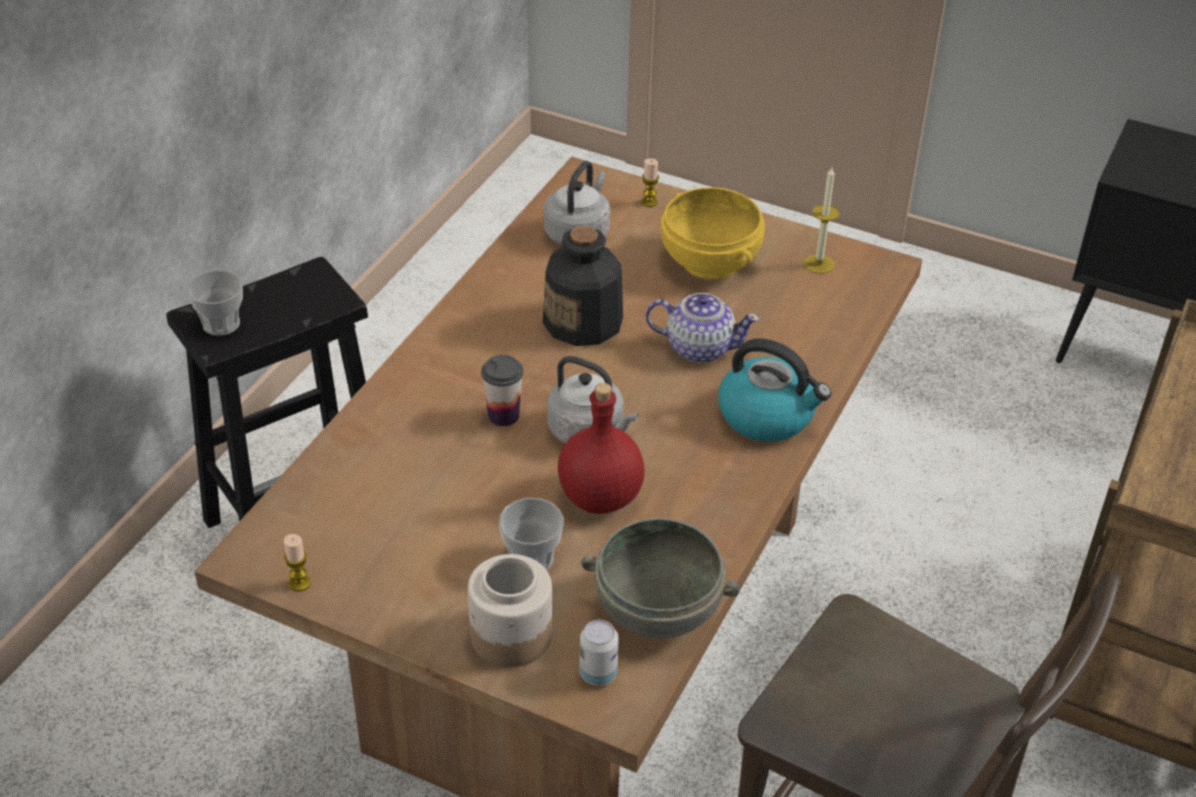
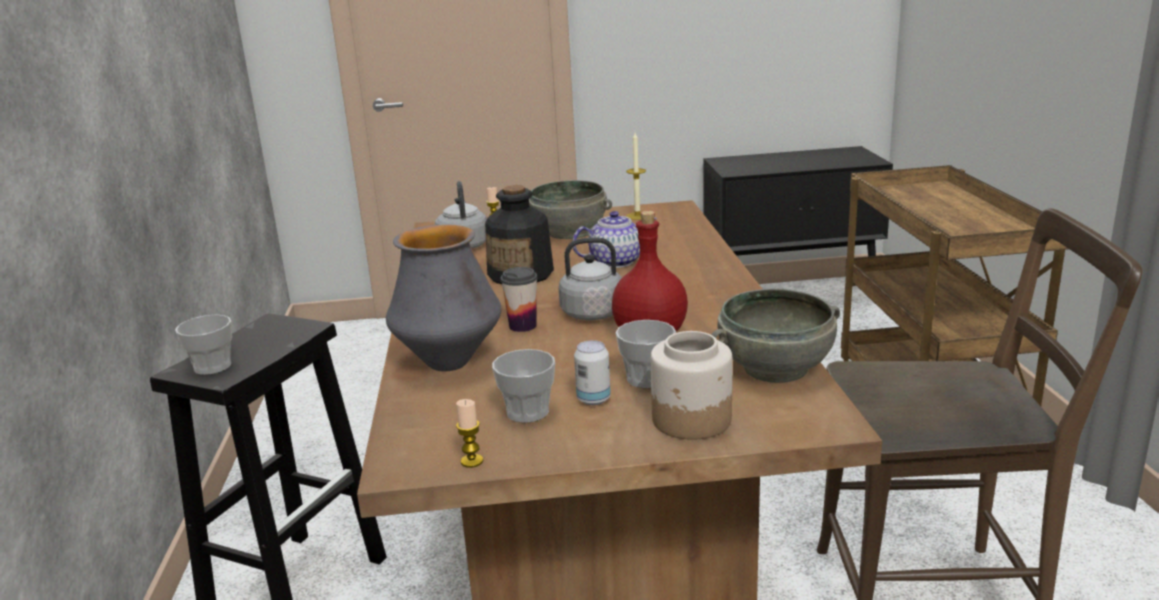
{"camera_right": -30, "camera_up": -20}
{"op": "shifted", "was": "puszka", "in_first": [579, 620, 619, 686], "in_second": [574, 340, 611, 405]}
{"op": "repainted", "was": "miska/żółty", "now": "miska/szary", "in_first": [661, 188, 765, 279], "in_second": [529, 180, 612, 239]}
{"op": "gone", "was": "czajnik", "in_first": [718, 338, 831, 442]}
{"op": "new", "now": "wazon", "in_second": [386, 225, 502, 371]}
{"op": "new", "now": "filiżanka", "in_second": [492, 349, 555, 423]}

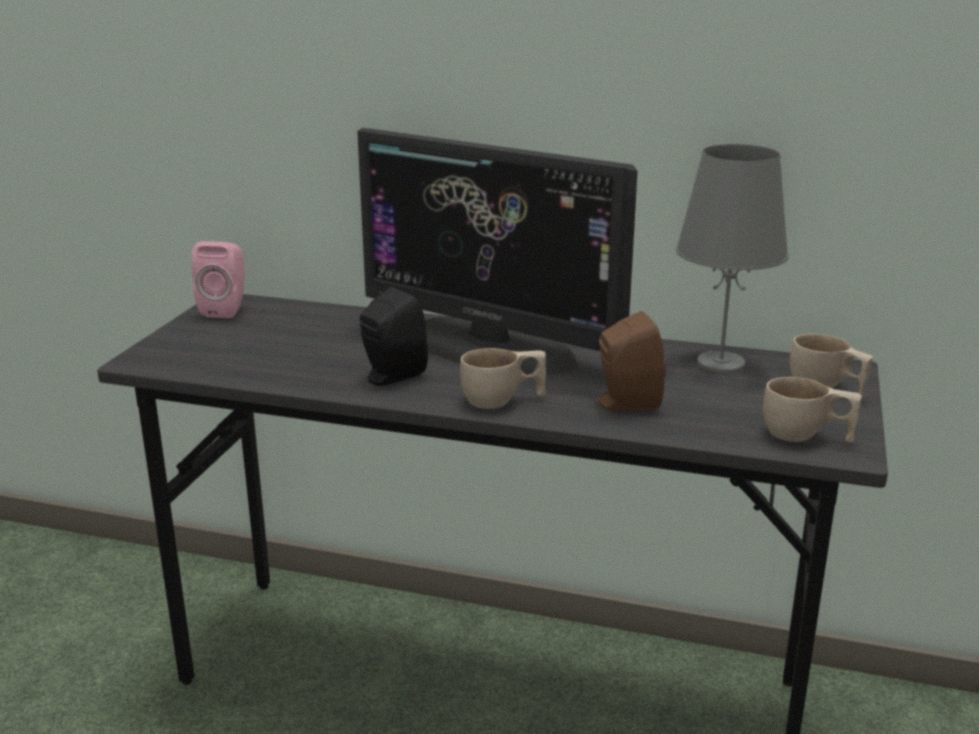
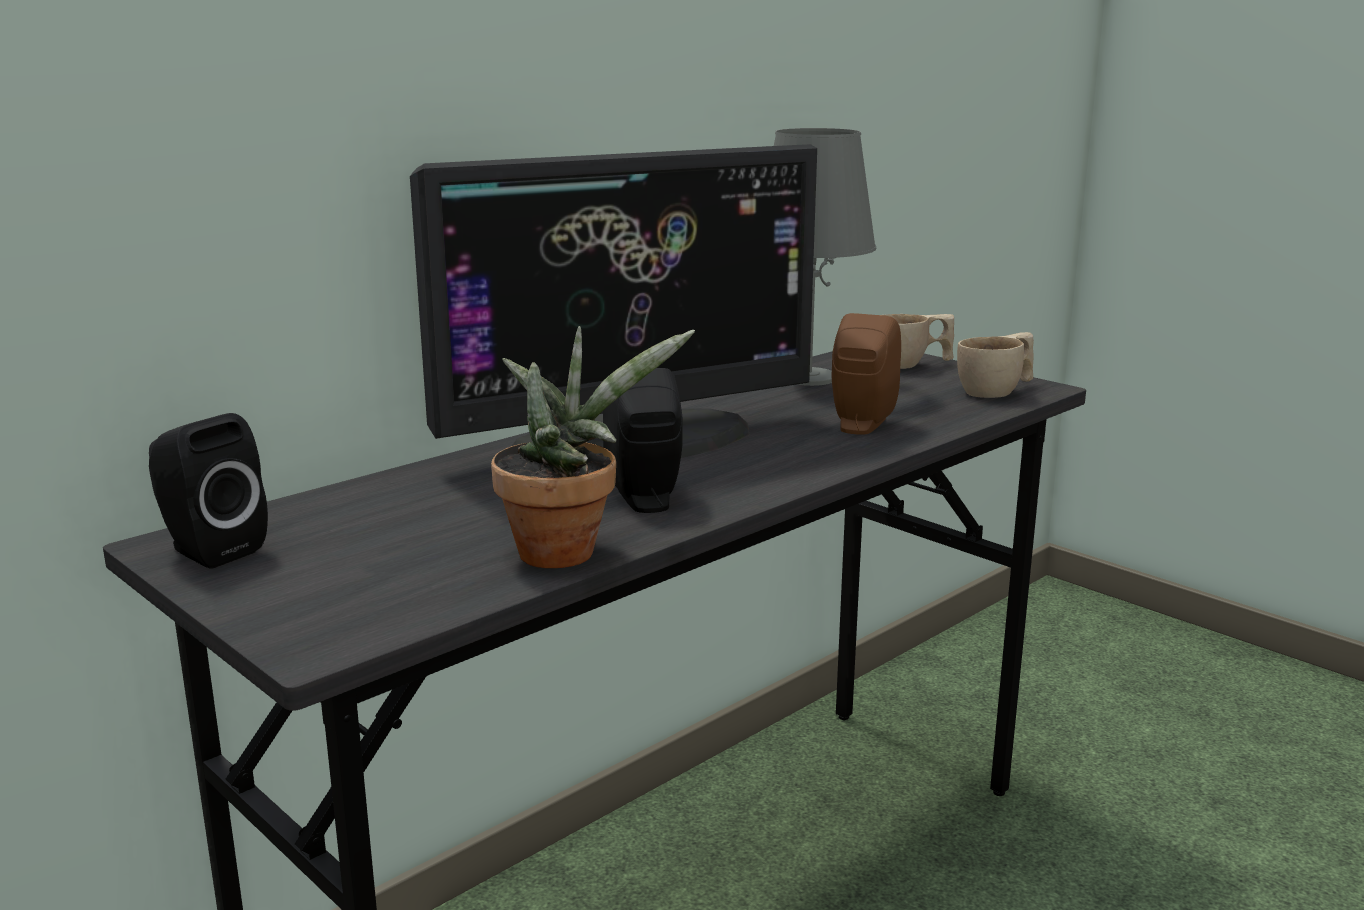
{"camera_right": -60, "camera_up": -5}
{"op": "repainted", "was": "głośnik/różowy", "now": "głośnik/czarny", "in_first": [191, 241, 245, 318], "in_second": [149, 413, 268, 569]}
{"op": "gone", "was": "filiżanka/beżowy", "in_first": [460, 348, 546, 409]}
{"op": "new", "now": "roślina doniczkowa", "in_second": [491, 326, 695, 568]}

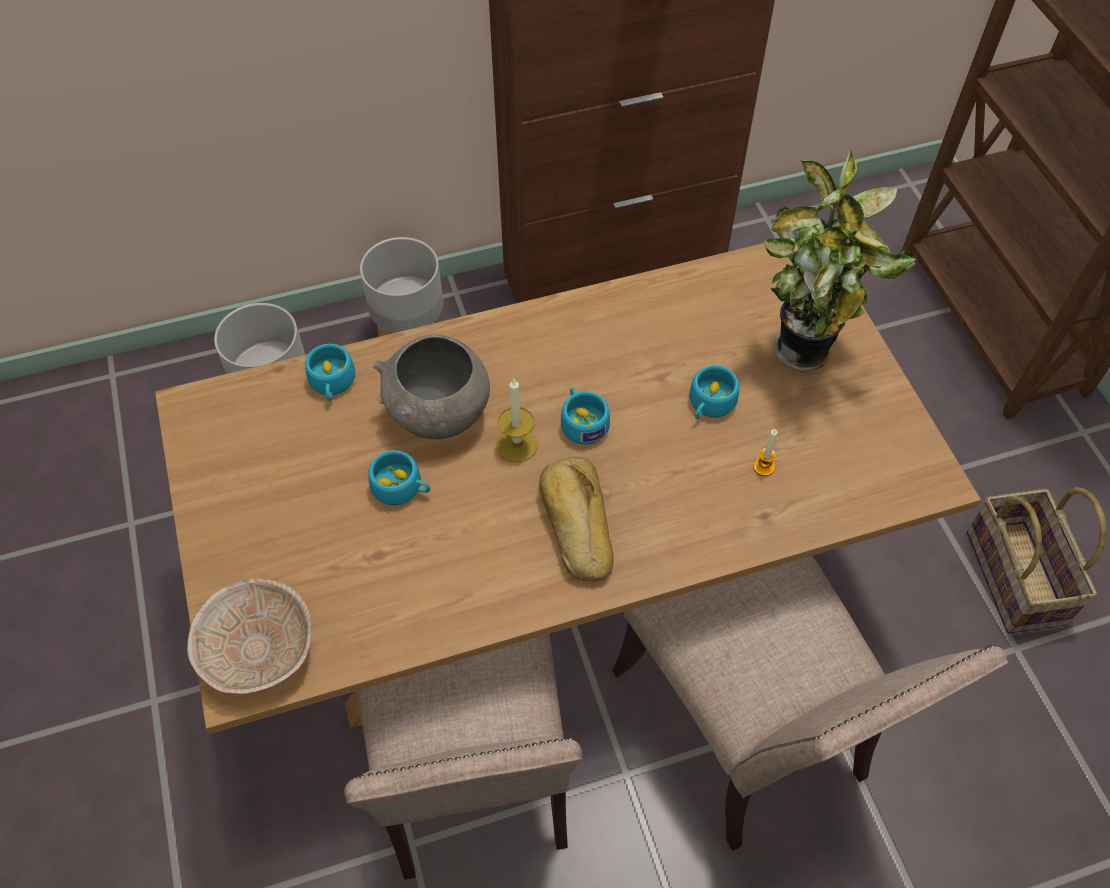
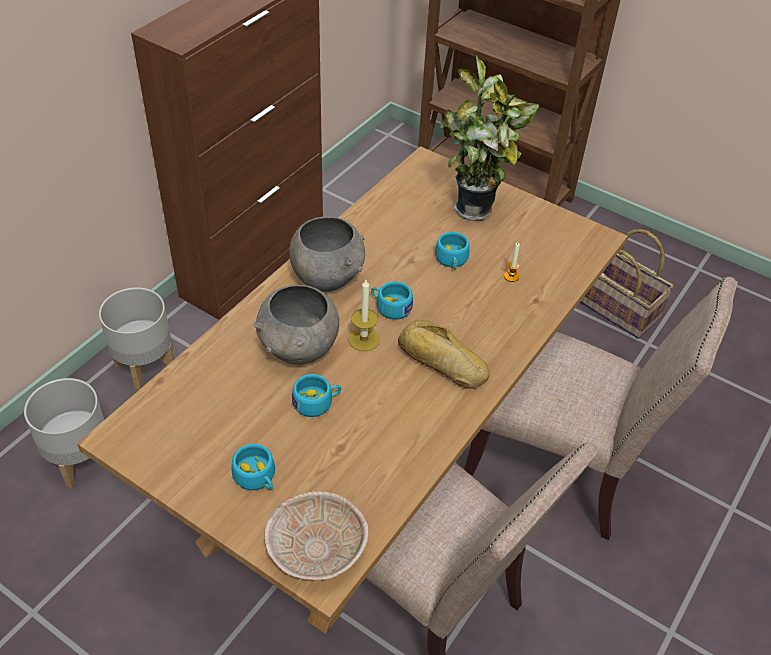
{"camera_right": -40, "camera_up": -10}
{"op": "shifted", "was": "filiżanka/turkusowy", "in_first": [305, 344, 355, 401], "in_second": [232, 444, 275, 490]}
{"op": "new", "now": "miska/szary", "in_second": [289, 217, 365, 292]}

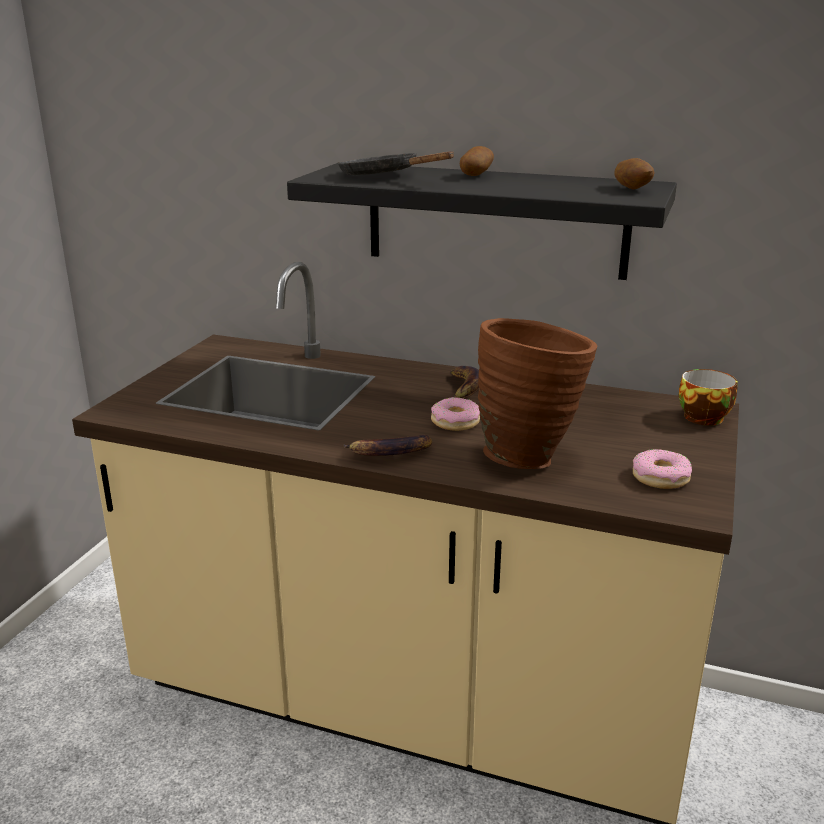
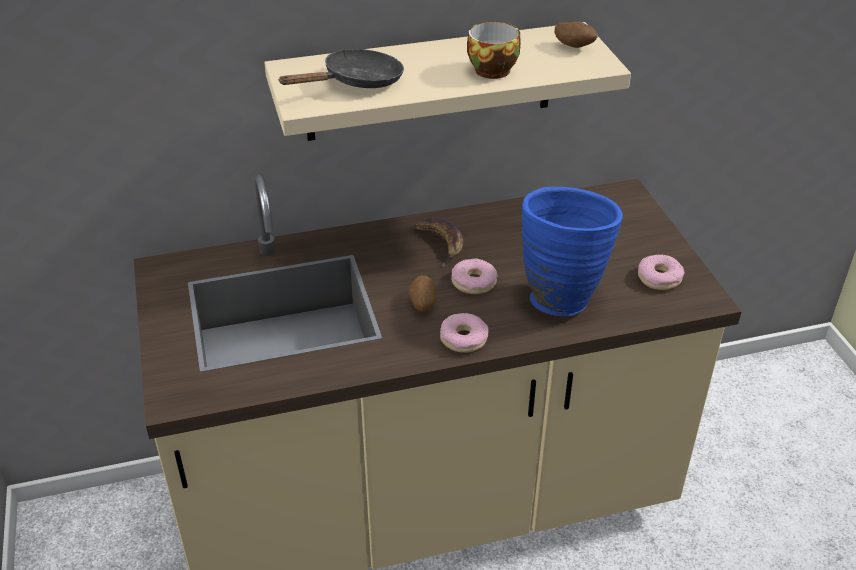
{"camera_right": -35, "camera_up": 15}
{"op": "repainted", "was": "półka/czarny", "now": "półka/beżowy", "in_first": [287, 162, 677, 280], "in_second": [264, 22, 631, 141]}
{"op": "rotated", "was": "patelnia/czarny", "in_first": [338, 151, 455, 175], "in_second": [278, 49, 404, 88], "clockwise": 135}
{"op": "swapped", "was": "banan", "now": "donut", "in_first": [343, 435, 432, 456], "in_second": [440, 313, 489, 353]}
{"op": "shifted", "was": "ziemniak", "in_first": [460, 146, 494, 176], "in_second": [409, 275, 436, 312]}
{"op": "repainted", "was": "wazon/brązowy", "now": "wazon/niebieski", "in_first": [478, 318, 597, 469], "in_second": [522, 187, 623, 316]}
{"op": "shifted", "was": "filiżanka", "in_first": [679, 369, 738, 426], "in_second": [467, 21, 521, 79]}

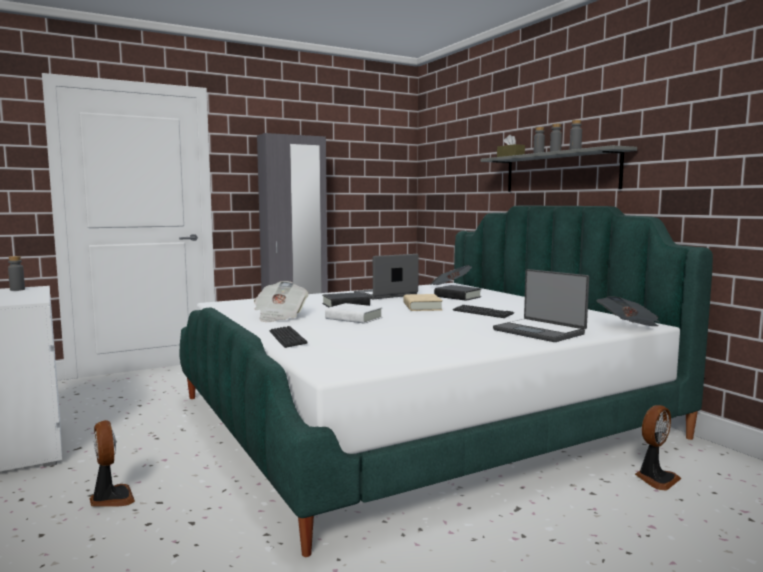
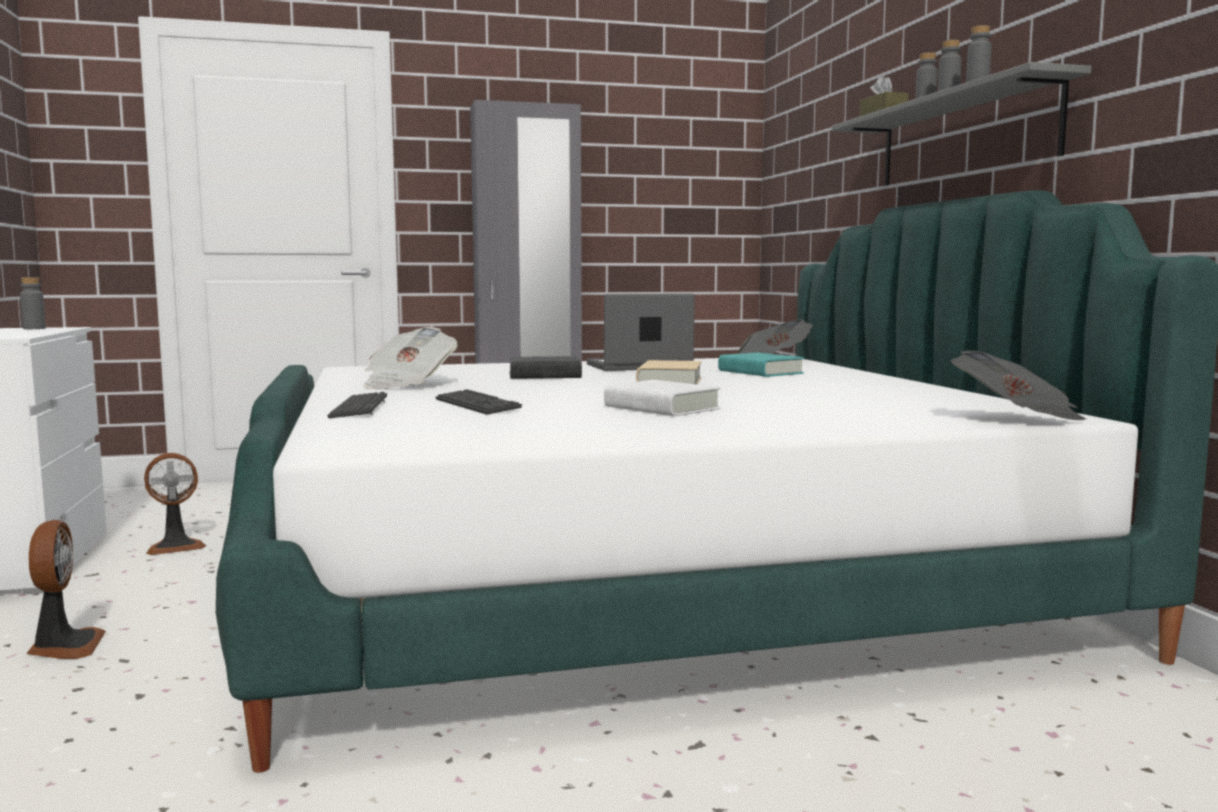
{"camera_right": 15, "camera_up": 0}
{"op": "shifted", "was": "książka/biały", "in_first": [325, 303, 383, 324], "in_second": [604, 380, 721, 416]}
{"op": "repainted", "was": "książka/czarny", "now": "książka/turkusowy", "in_first": [434, 285, 481, 301], "in_second": [718, 353, 804, 377]}
{"op": "shifted", "was": "klawiatura", "in_first": [453, 305, 514, 318], "in_second": [436, 389, 522, 415]}
{"op": "gone", "was": "laptop", "in_first": [493, 269, 589, 342]}
{"op": "shifted", "was": "wentylator", "in_first": [635, 405, 682, 491], "in_second": [144, 453, 206, 555]}

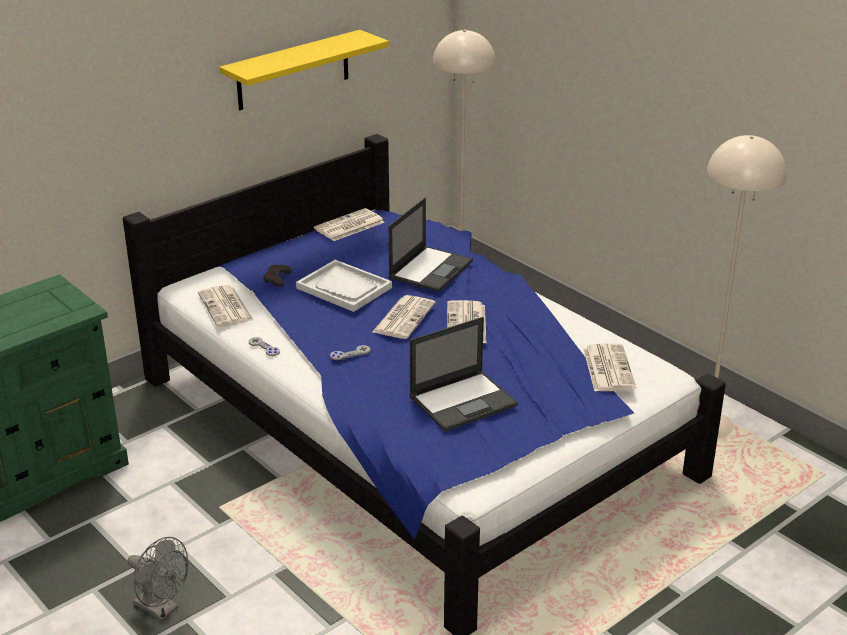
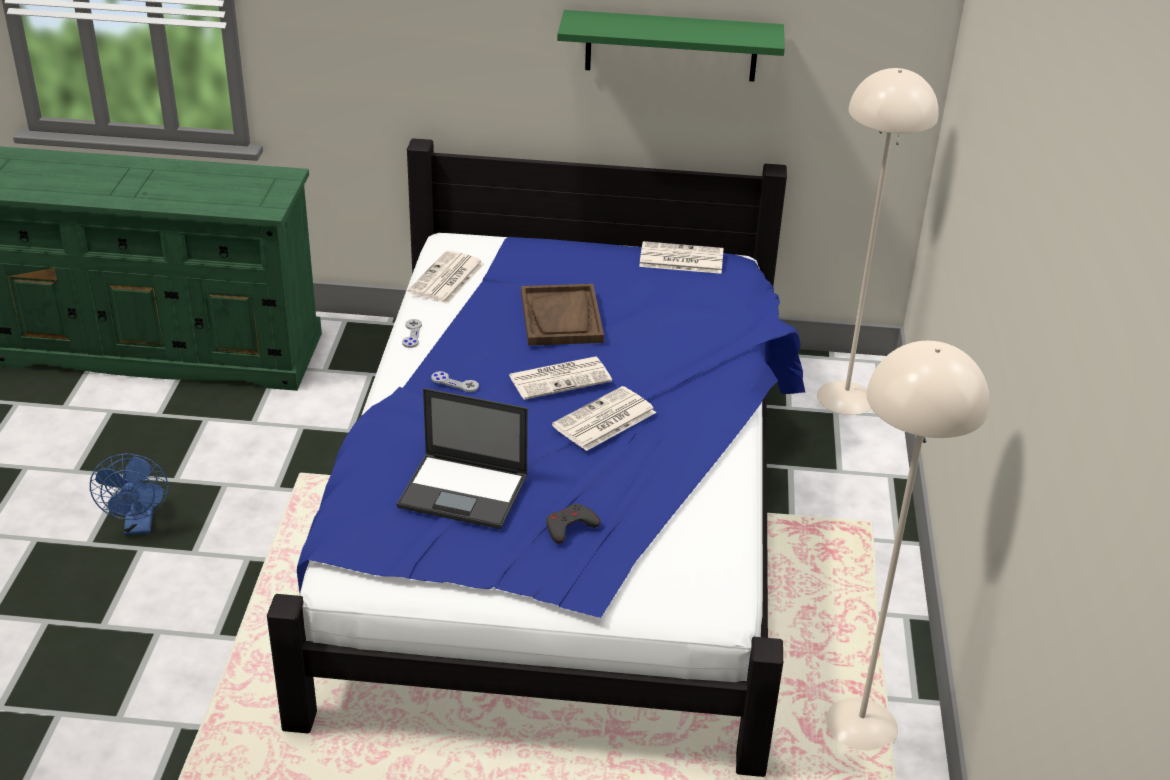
{"camera_right": 45, "camera_up": 5}
{"op": "repainted", "was": "wentylator/szary", "now": "wentylator/niebieski", "in_first": [127, 537, 188, 621], "in_second": [90, 454, 169, 535]}
{"op": "repainted", "was": "półka/żółty", "now": "półka/zielony", "in_first": [219, 30, 389, 110], "in_second": [557, 10, 785, 81]}
{"op": "shifted", "was": "pad do gier/szary", "in_first": [264, 265, 292, 287], "in_second": [546, 504, 601, 544]}
{"op": "repainted", "was": "taca/biały", "now": "taca/brązowy", "in_first": [296, 260, 392, 312], "in_second": [521, 284, 604, 346]}
{"op": "gone", "was": "laptop", "in_first": [388, 198, 473, 292]}
{"op": "gone", "was": "gazeta", "in_first": [583, 343, 636, 391]}

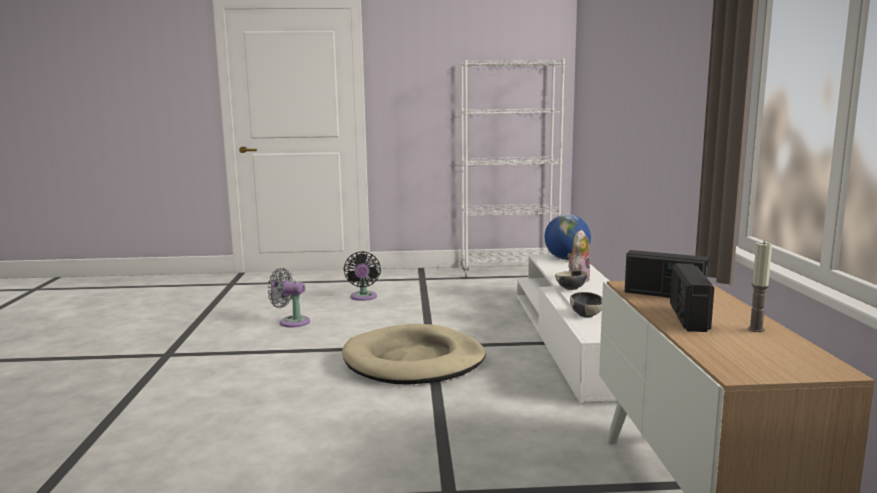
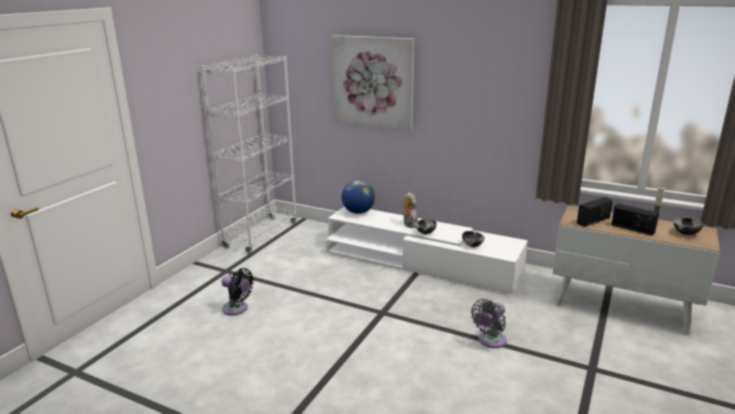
{"camera_right": -60, "camera_up": 10}
{"op": "shifted", "was": "wentylator/szary", "in_first": [268, 268, 310, 327], "in_second": [471, 299, 507, 348]}
{"op": "gone", "was": "legowisko/beżowy", "in_first": [342, 324, 486, 385]}
{"op": "new", "now": "obraz", "in_second": [331, 35, 414, 130]}
{"op": "new", "now": "miska", "in_second": [673, 218, 703, 236]}

